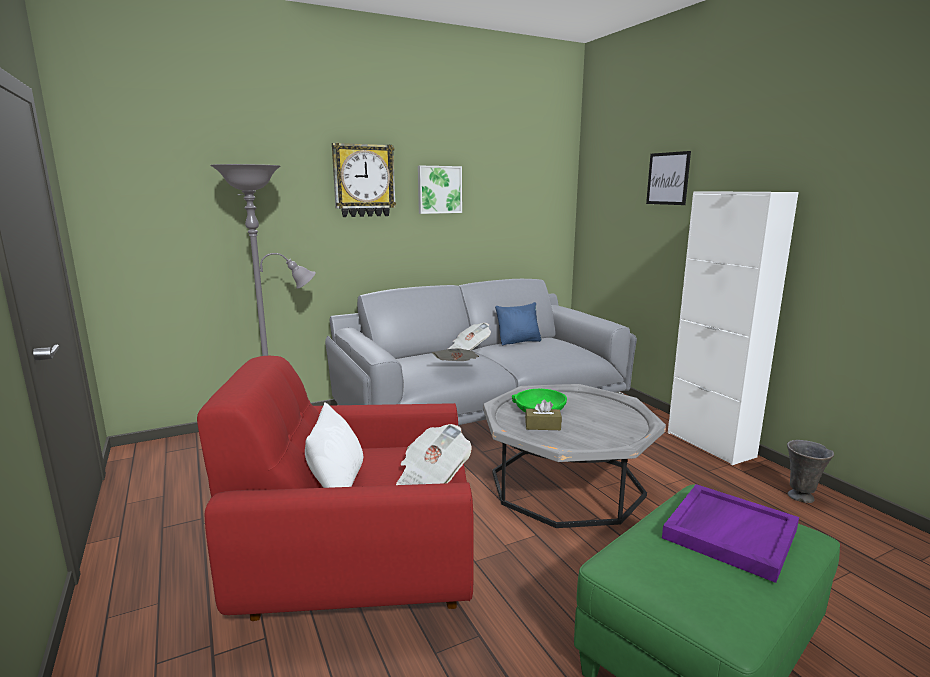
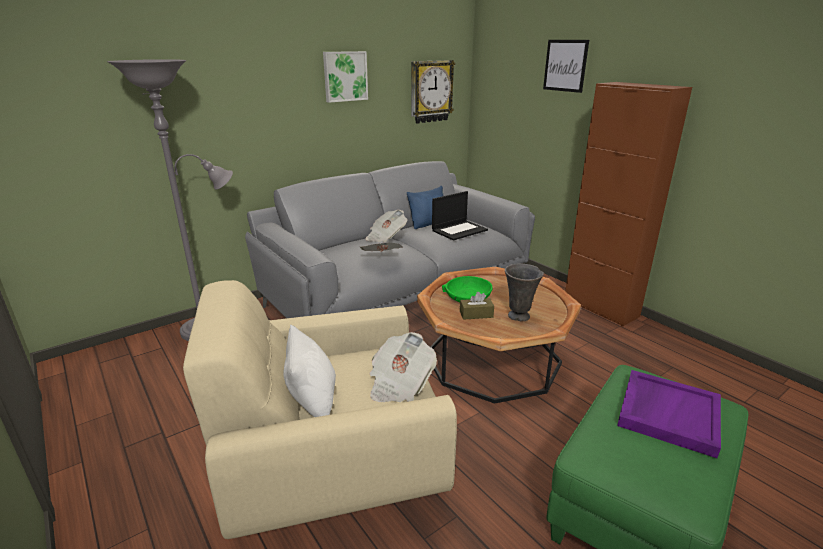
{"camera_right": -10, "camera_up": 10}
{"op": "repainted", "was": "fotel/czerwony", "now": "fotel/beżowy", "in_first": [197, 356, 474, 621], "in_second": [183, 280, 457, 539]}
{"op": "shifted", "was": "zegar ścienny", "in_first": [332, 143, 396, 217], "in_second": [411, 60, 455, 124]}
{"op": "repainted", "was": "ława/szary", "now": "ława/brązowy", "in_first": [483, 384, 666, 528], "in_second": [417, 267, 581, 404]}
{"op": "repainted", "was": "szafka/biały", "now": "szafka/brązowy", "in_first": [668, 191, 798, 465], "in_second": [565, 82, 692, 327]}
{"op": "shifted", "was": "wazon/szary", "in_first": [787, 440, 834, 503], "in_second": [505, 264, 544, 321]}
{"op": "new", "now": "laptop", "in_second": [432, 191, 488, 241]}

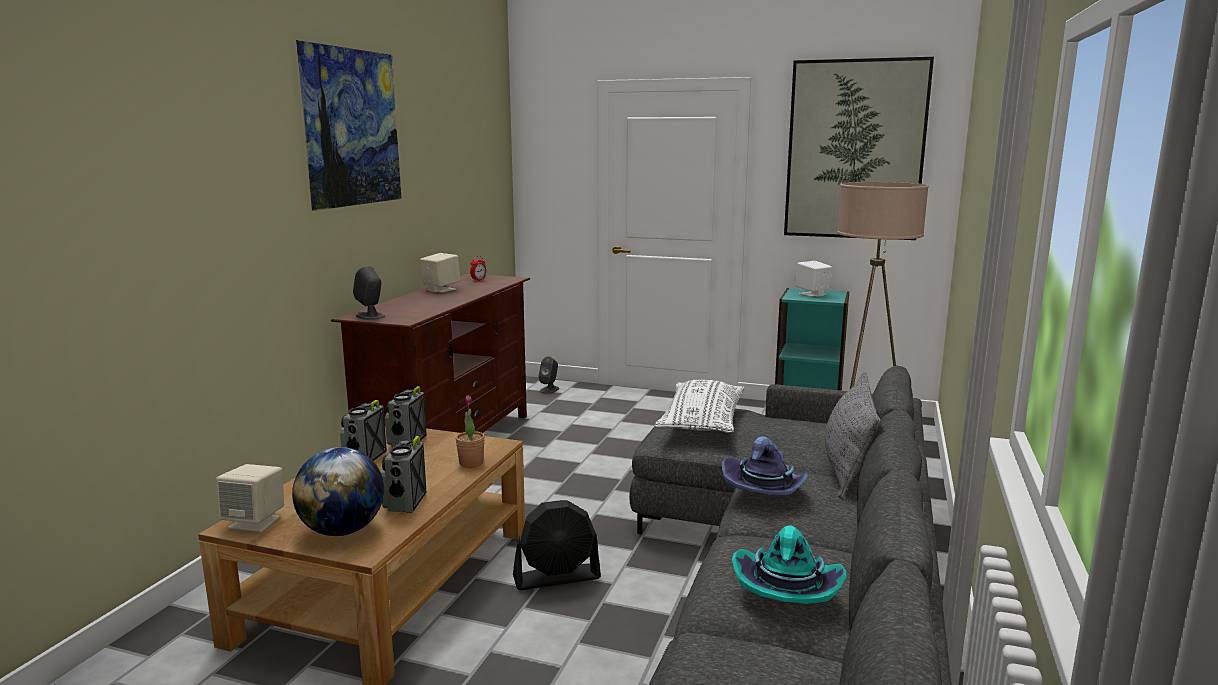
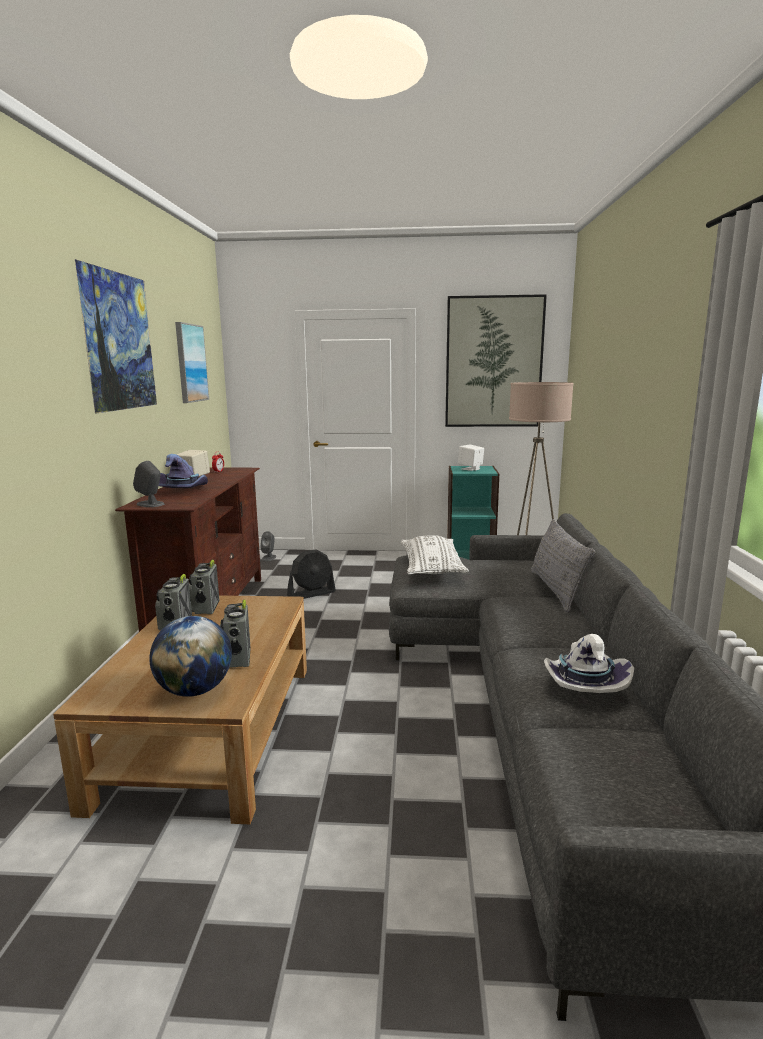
{"camera_right": -15, "camera_up": 0}
{"op": "gone", "was": "głośnik/beżowy", "in_first": [216, 464, 284, 532]}
{"op": "gone", "was": "roślina doniczkowa", "in_first": [456, 395, 485, 468]}
{"op": "shifted", "was": "wentylator/czarny", "in_first": [513, 500, 601, 590], "in_second": [287, 549, 336, 599]}
{"op": "shifted", "was": "kapelusz/fioletowy", "in_first": [722, 436, 809, 496], "in_second": [159, 454, 208, 488]}
{"op": "repainted", "was": "kapelusz/turkusowy", "now": "kapelusz/biały", "in_first": [732, 525, 847, 604], "in_second": [544, 634, 634, 693]}
{"op": "new", "now": "obraz", "in_second": [175, 322, 209, 403]}

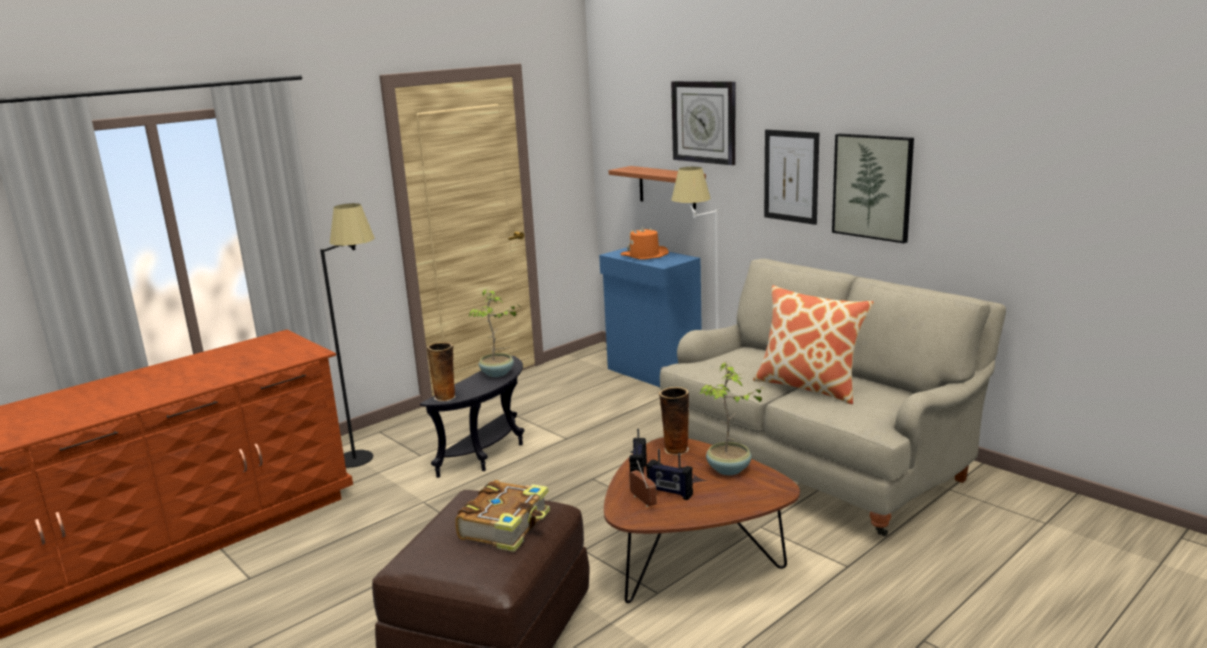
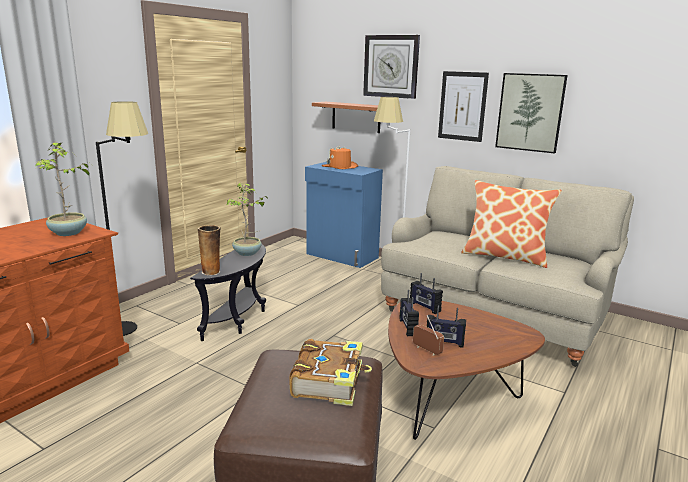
{"camera_right": -15, "camera_up": 0}
{"op": "swapped", "was": "wazon", "now": "radio", "in_first": [659, 387, 689, 455], "in_second": [410, 273, 443, 314]}
{"op": "shifted", "was": "roślina doniczkowa", "in_first": [699, 362, 765, 475], "in_second": [35, 141, 92, 236]}

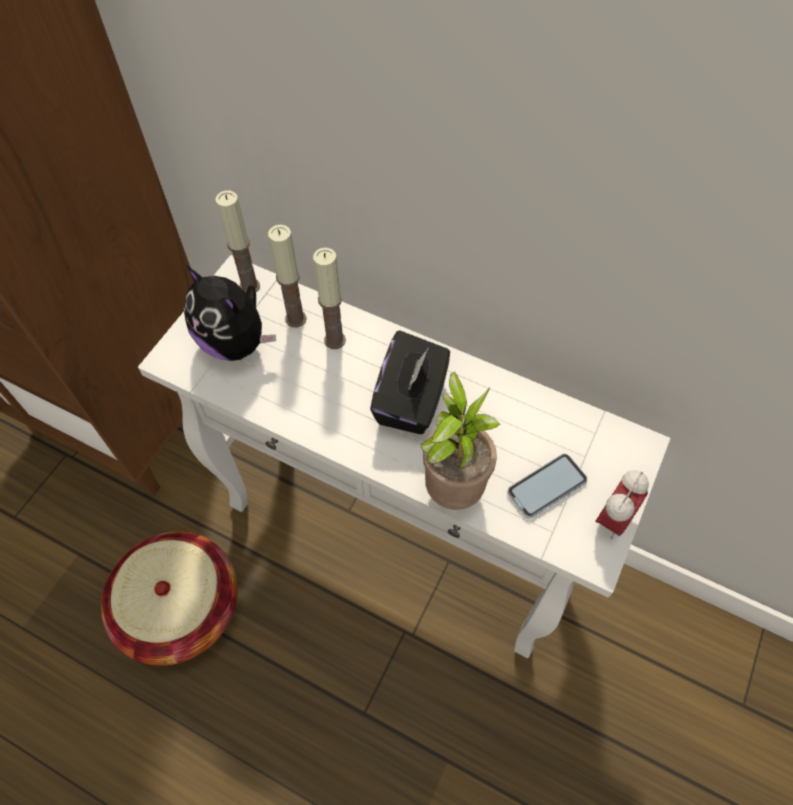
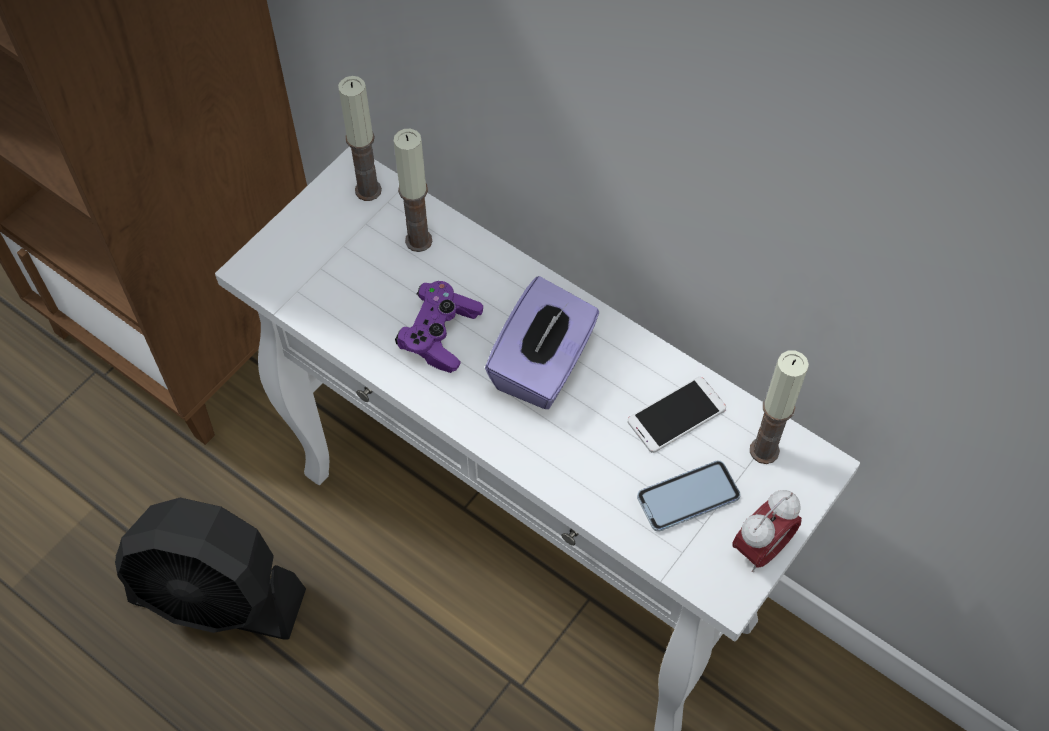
{"camera_right": 10, "camera_up": 0}
{"op": "swapped", "was": "koszyk", "now": "wentylator/czarny", "in_first": [101, 531, 238, 666], "in_second": [115, 498, 306, 640]}
{"op": "gone", "was": "pluszak", "in_first": [184, 266, 276, 361]}
{"op": "shifted", "was": "świeca", "in_first": [313, 247, 346, 349], "in_second": [750, 350, 809, 464]}
{"op": "repainted", "was": "pudełko chusteczek/czarny", "now": "pudełko chusteczek/fioletowy", "in_first": [370, 330, 450, 434], "in_second": [485, 276, 599, 409]}
{"op": "gone", "was": "roślina doniczkowa", "in_first": [421, 372, 501, 510]}
{"op": "new", "now": "pad do gier/fioletowy", "in_second": [395, 281, 483, 373]}
{"op": "new", "now": "telefon", "in_second": [628, 377, 726, 453]}

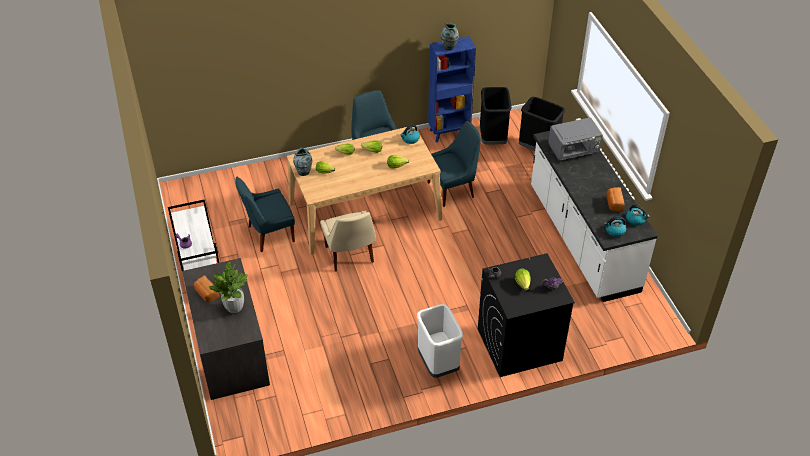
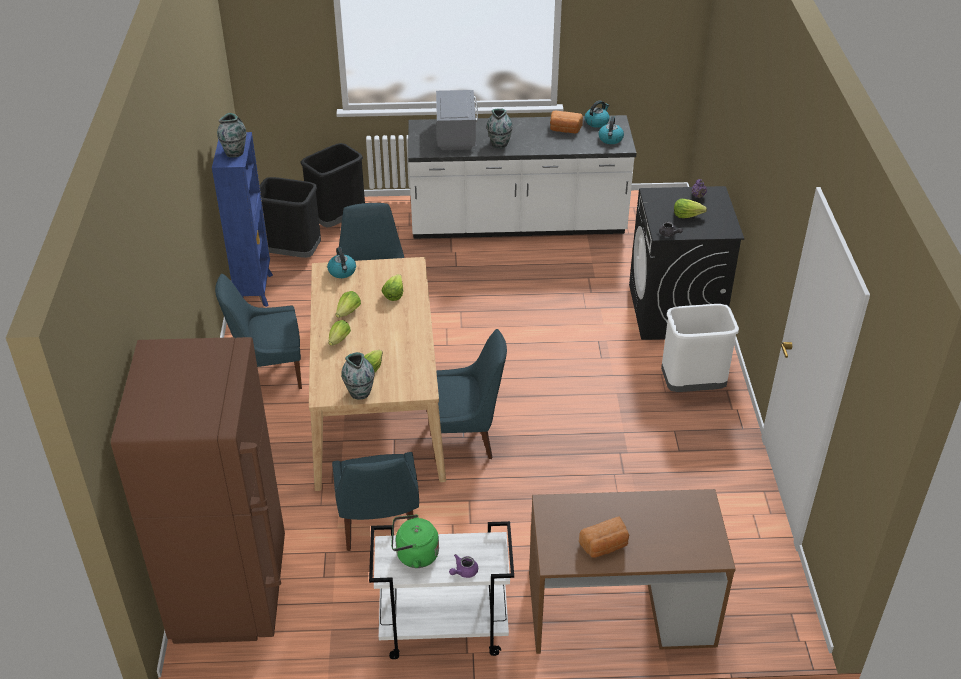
{"camera_right": -75, "camera_up": -5}
{"op": "repainted", "was": "biurko/szary", "now": "biurko/brązowy", "in_first": [182, 258, 270, 400], "in_second": [529, 489, 736, 654]}
{"op": "gone", "was": "roślina doniczkowa", "in_first": [209, 261, 248, 313]}
{"op": "repainted", "was": "krzesło/beżowy", "now": "krzesło/niebieski", "in_first": [320, 211, 376, 272], "in_second": [434, 329, 507, 462]}
{"op": "new", "now": "lodówka/brązowy", "in_second": [111, 337, 285, 644]}
{"op": "new", "now": "czajnik/zielony", "in_second": [391, 515, 439, 568]}
{"op": "new", "now": "wazon", "in_second": [487, 109, 513, 148]}

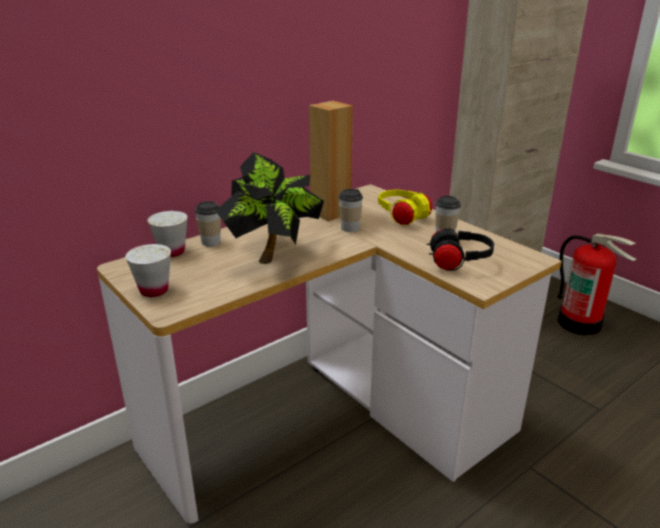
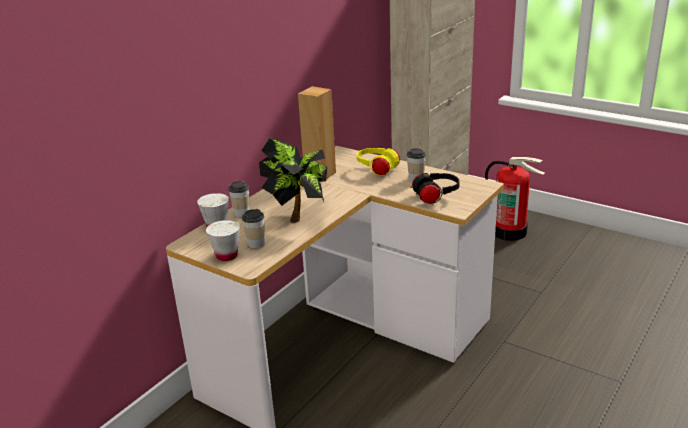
{"camera_right": -15, "camera_up": 0}
{"op": "shifted", "was": "filiżanka", "in_first": [338, 189, 363, 232], "in_second": [242, 209, 265, 249]}

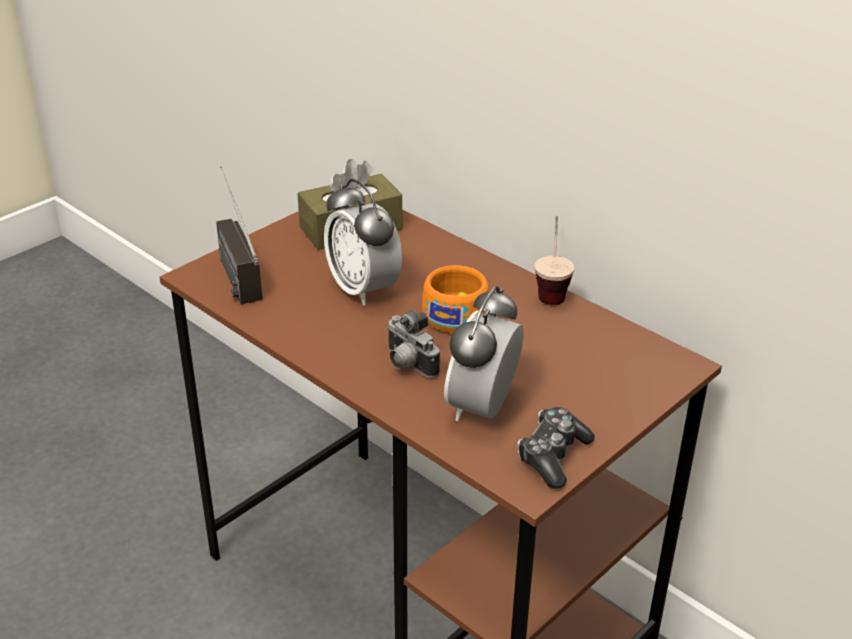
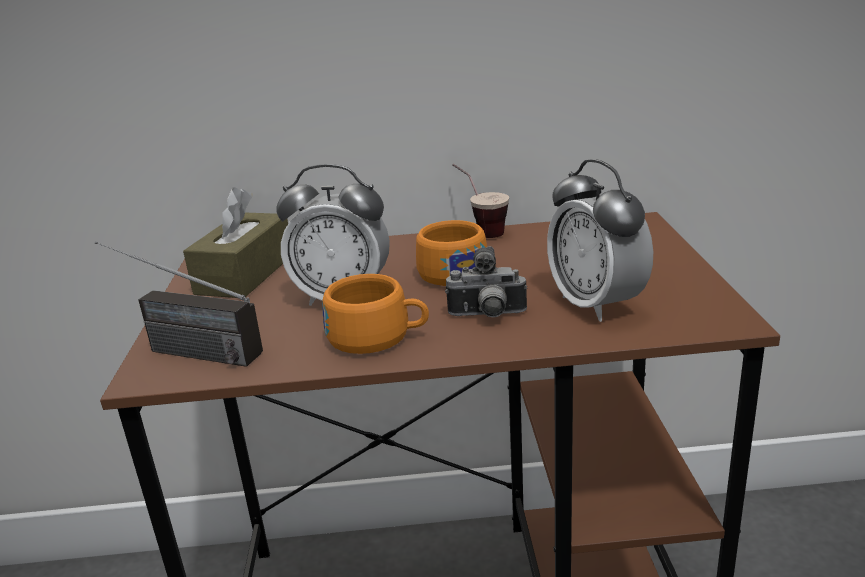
{"camera_right": -45, "camera_up": -10}
{"op": "gone", "was": "pad do gier", "in_first": [517, 407, 595, 489]}
{"op": "new", "now": "filiżanka/pomarańczowy", "in_second": [322, 274, 429, 354]}

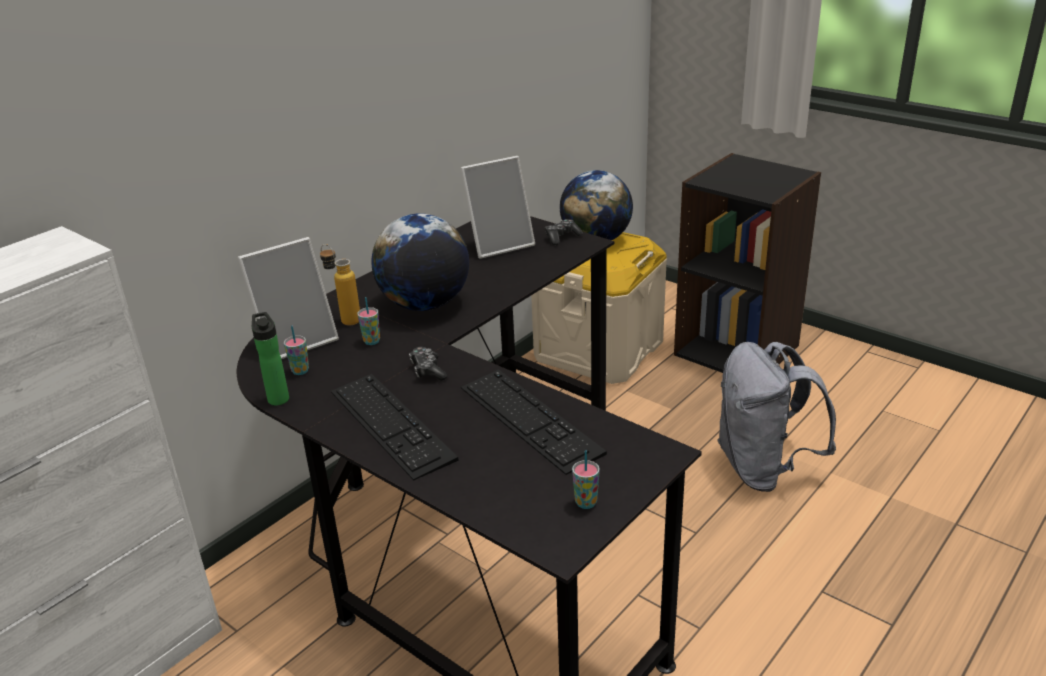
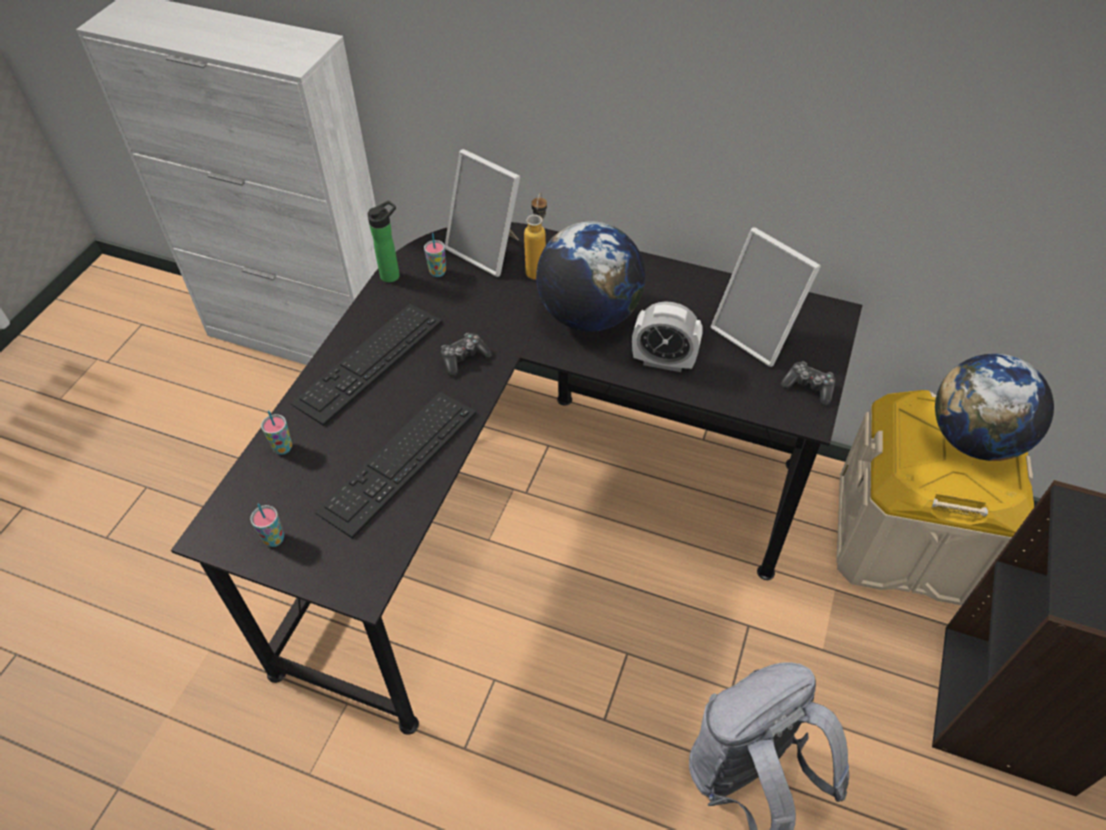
{"camera_right": 70, "camera_up": 20}
{"op": "shifted", "was": "filiżanka", "in_first": [357, 297, 380, 345], "in_second": [261, 410, 292, 455]}
{"op": "new", "now": "budzik", "in_second": [632, 301, 703, 372]}

